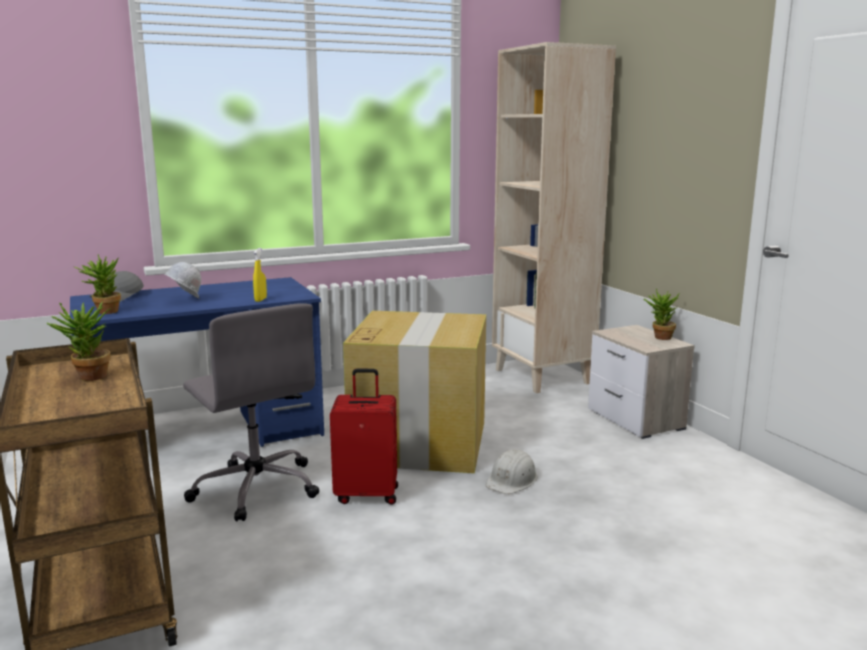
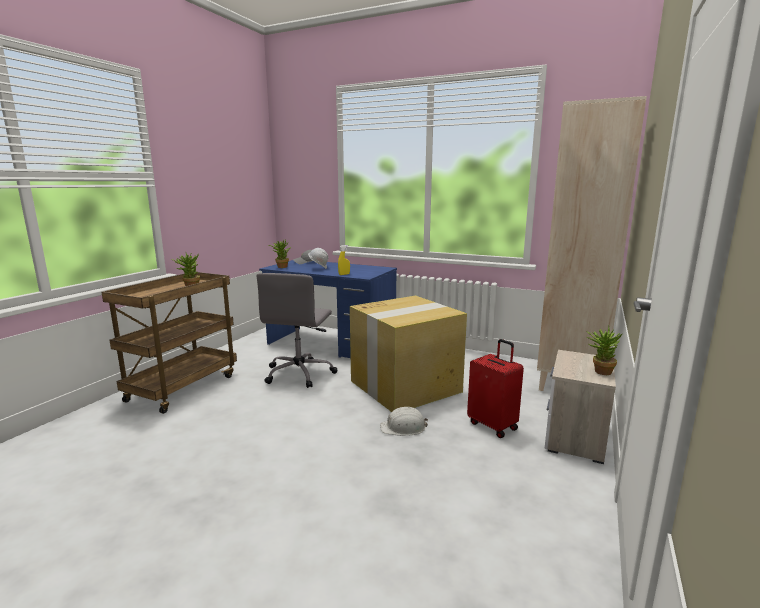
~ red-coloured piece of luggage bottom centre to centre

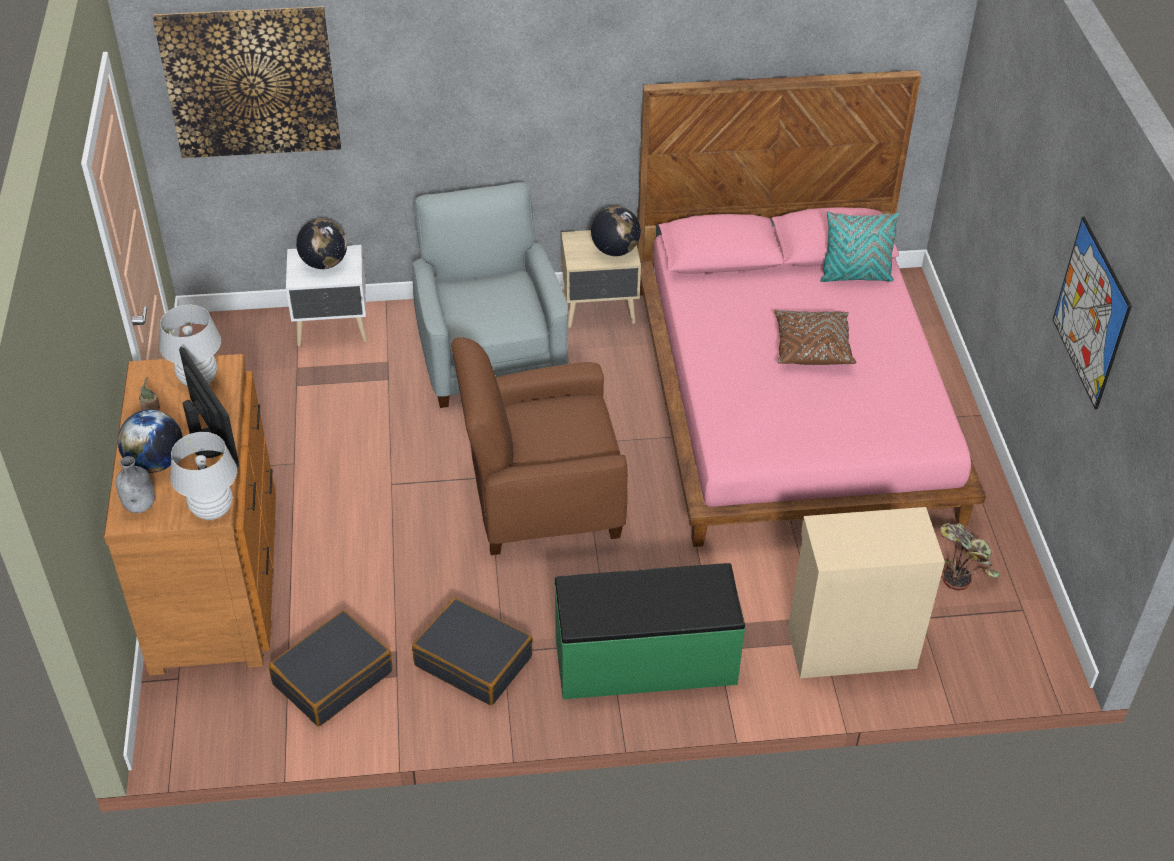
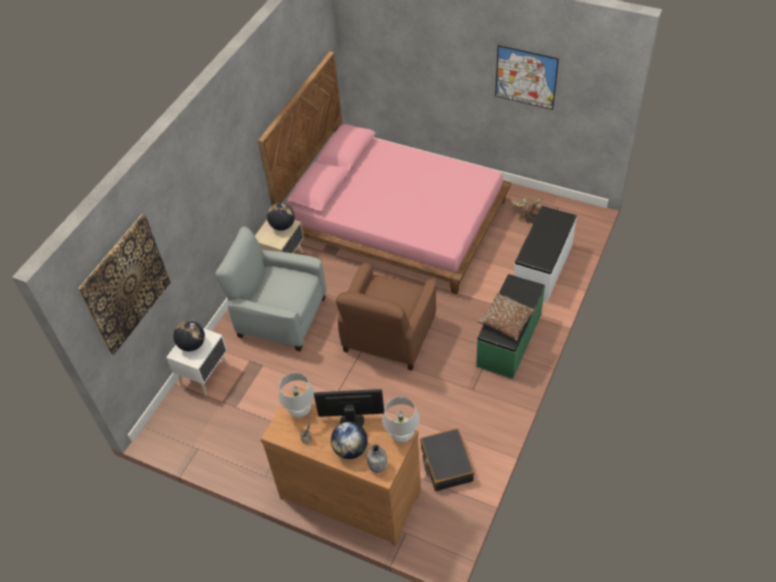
~ brownish cushion middle right to centre
~ sand-coloured cabinet bottom right to white indoor bench middle right
- black piece of luggage (no. 2 from left) bottom centre
- turquoise-coloured cushion top right

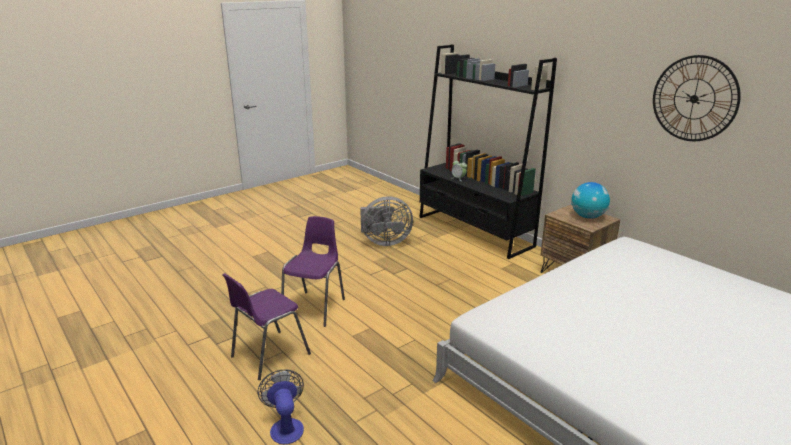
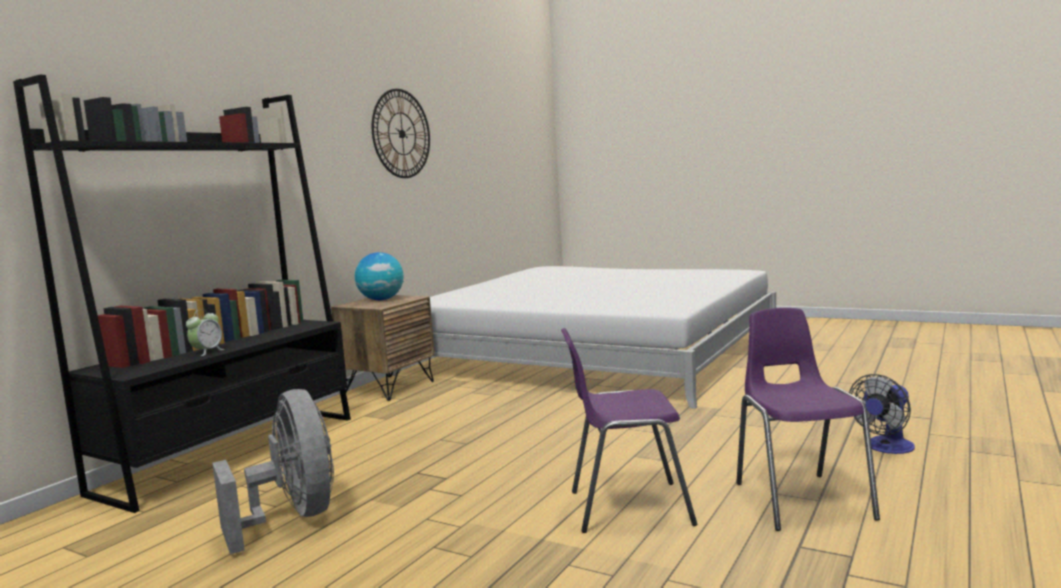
~ purple plain chair (no. 1 from left in the first image) bottom centre = bottom right 120 degrees counterclockwise

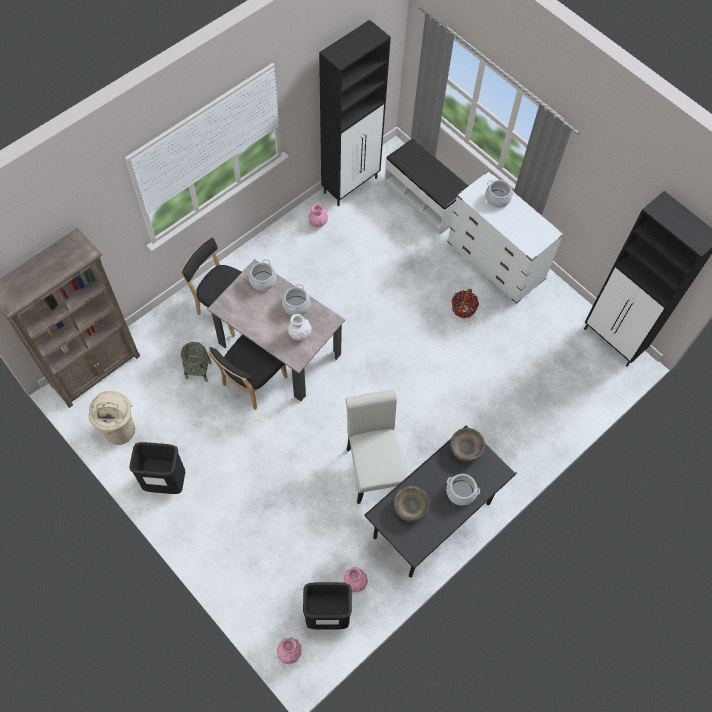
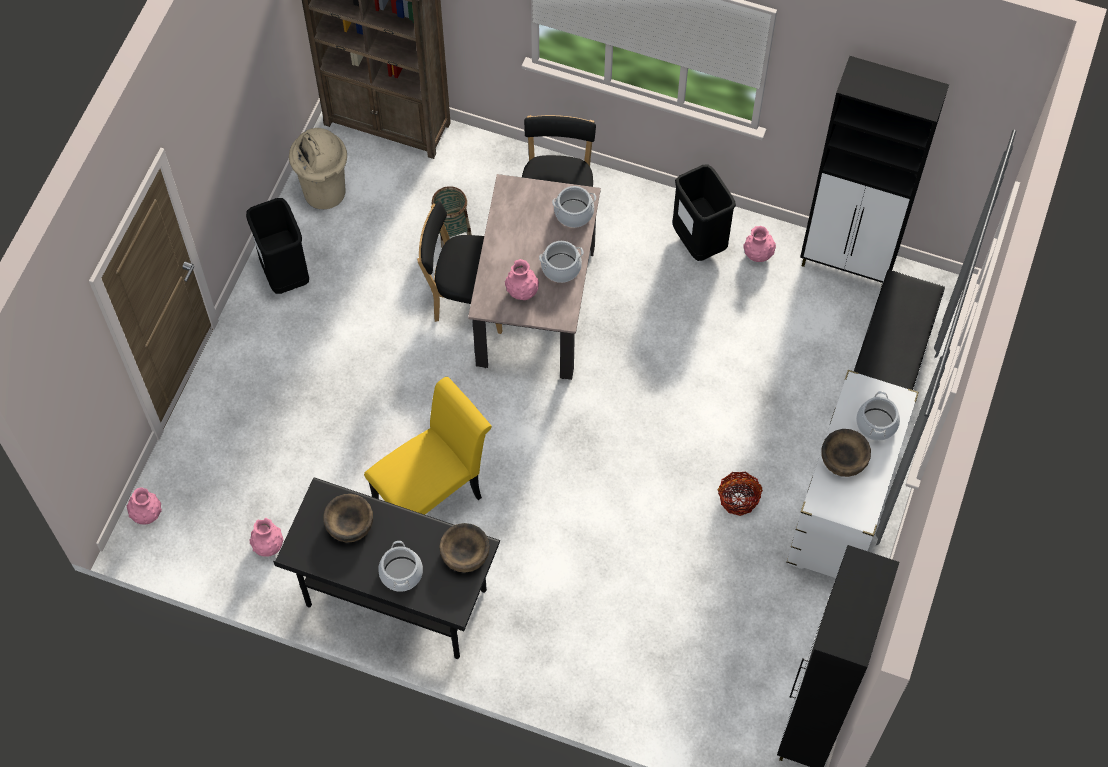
~ white plain chair centre to yellow-coloured plain chair centre
~ white vase centre to pink vase (no. 3 from left) centre
~ black rubbish bin (no. 2 from left) bottom centre to top centre
+ brownish deep dish (no. 3 from left) middle right

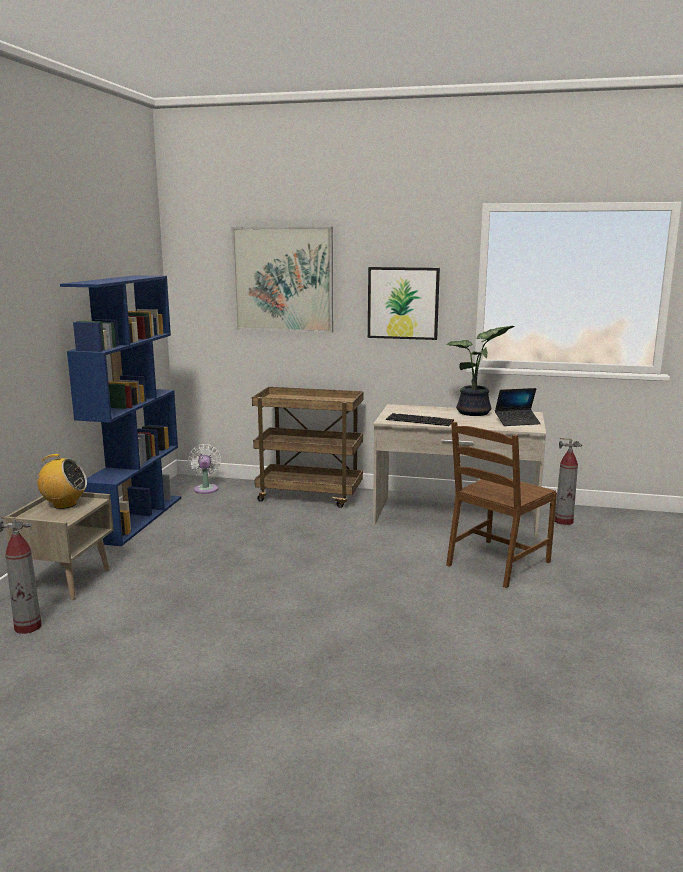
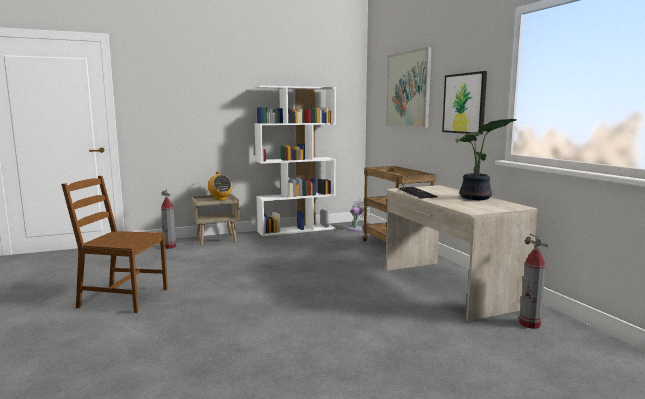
~ brownish plain chair middle right to middle left
~ bluish bookcase middle left to white bookcase centre
- notebook computer middle right

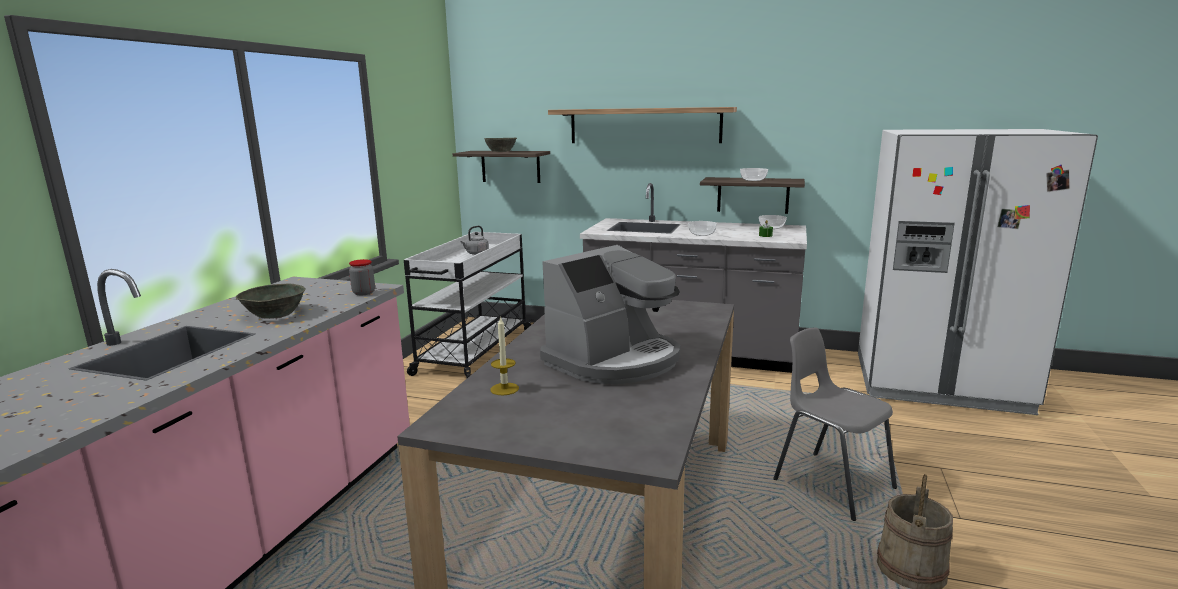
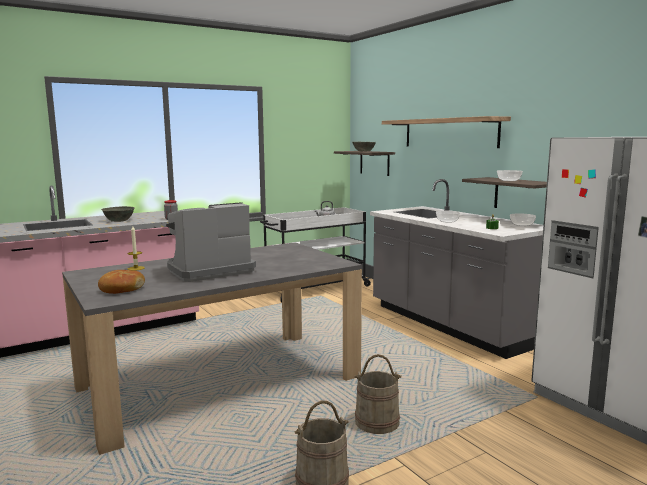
+ baked bread middle left
~ coffee machine centre = middle left 150 degrees clockwise
~ greyish plain chair bottom right to sand-coloured pail (no. 2 from left) bottom centre

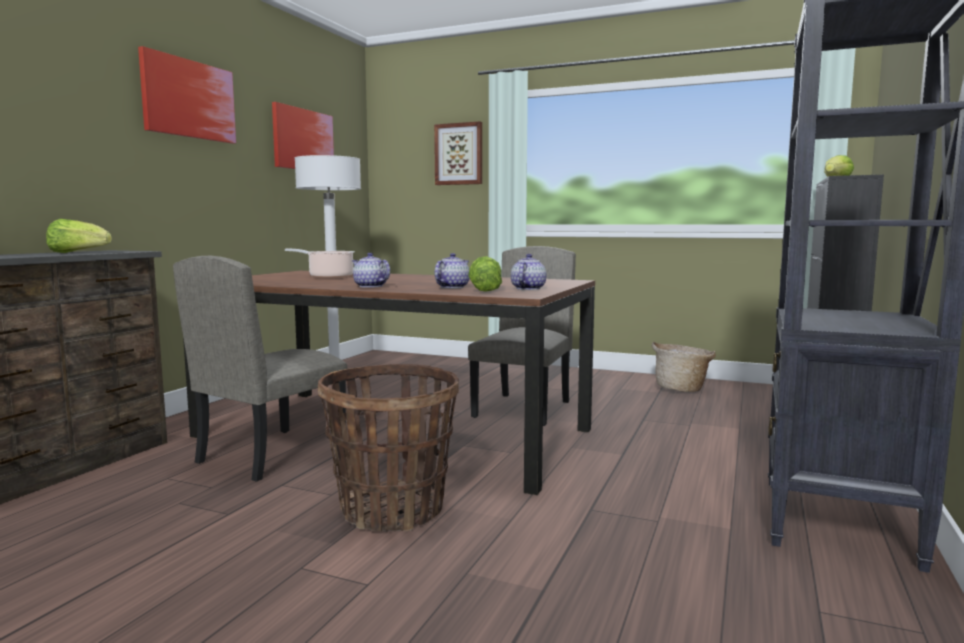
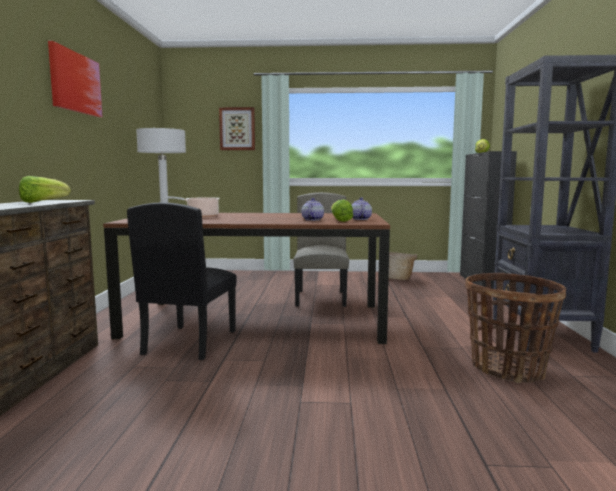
~ sand-coloured plain chair (no. 1 from left) middle left to black plain chair middle left
~ household basket (no. 1 from left in the first image) bottom centre to household basket (no. 2 from left) bottom right
- wall picture (no. 2 from left) top left
- teapot (no. 1 from left) centre

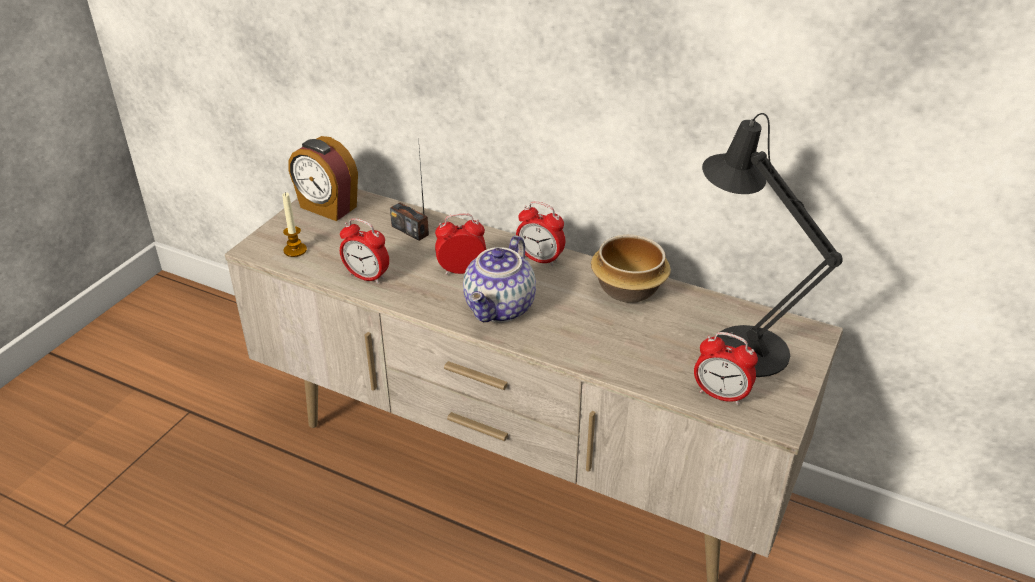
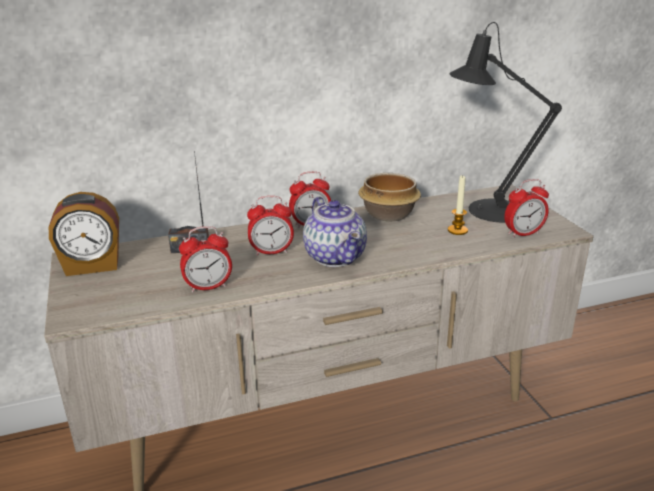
~ bedside clock (no. 3 from left) centre = centre 135 degrees counterclockwise
~ candle middle left to middle right

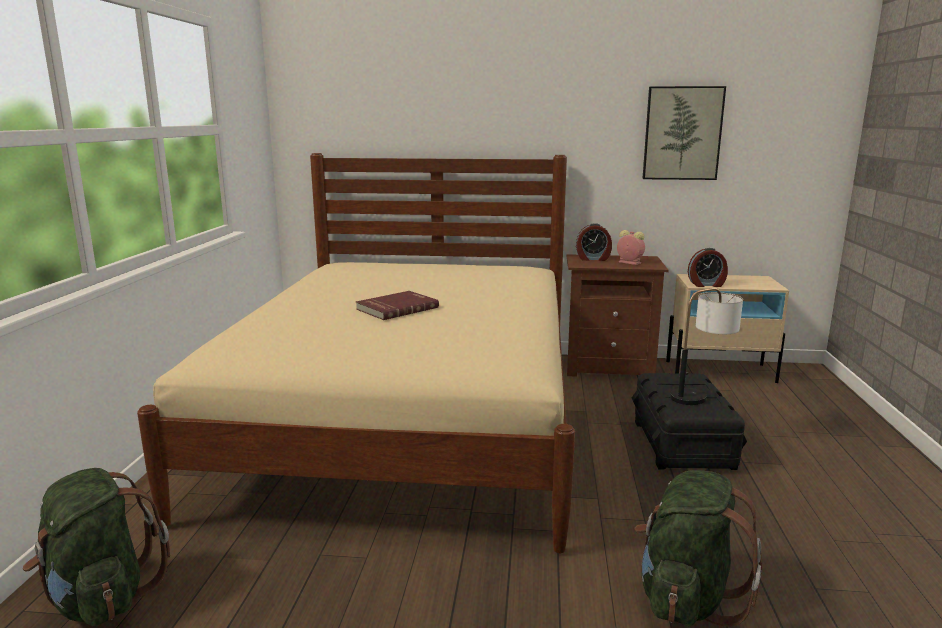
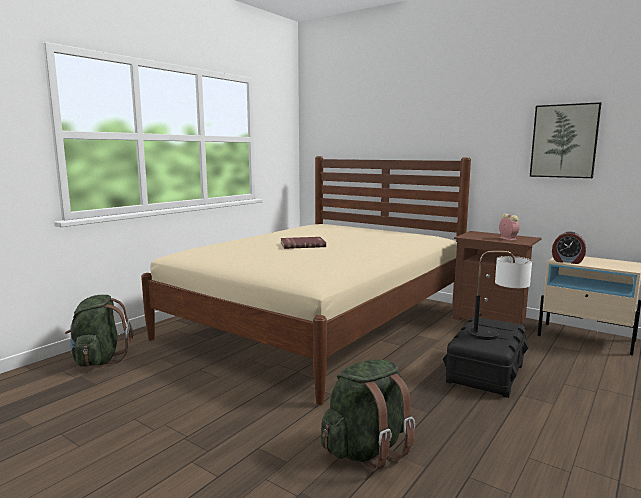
- bedside clock (no. 1 from left) centre

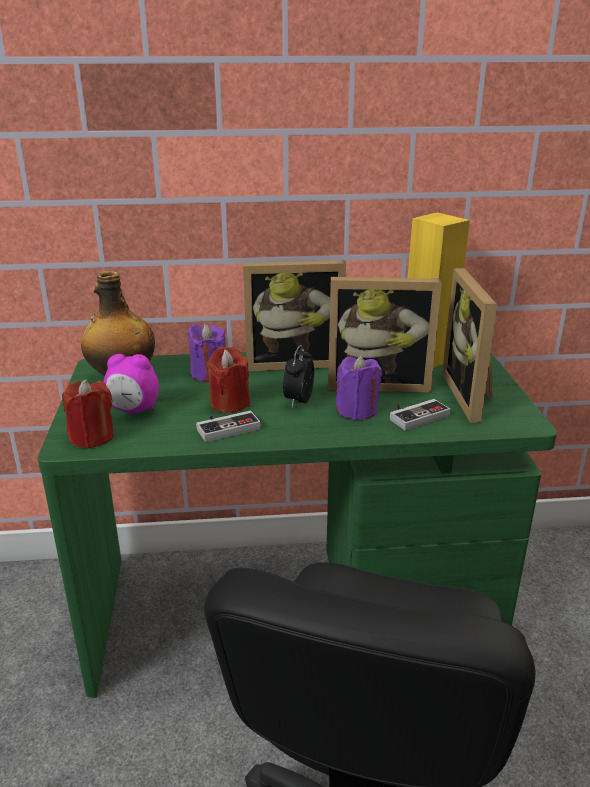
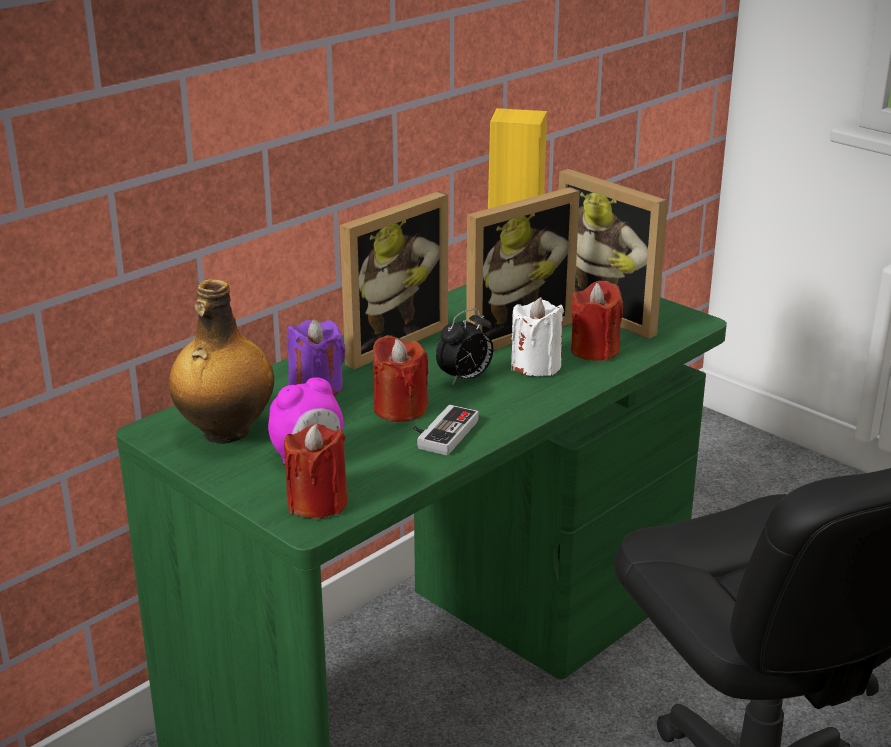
~ bedside clock (no. 2 from left) centre = centre 105 degrees counterclockwise
~ purple candle (no. 2 from left) centre to white candle centre
~ game controller (no. 2 from left) middle right to red-coloured candle (no. 3 from left) middle right

